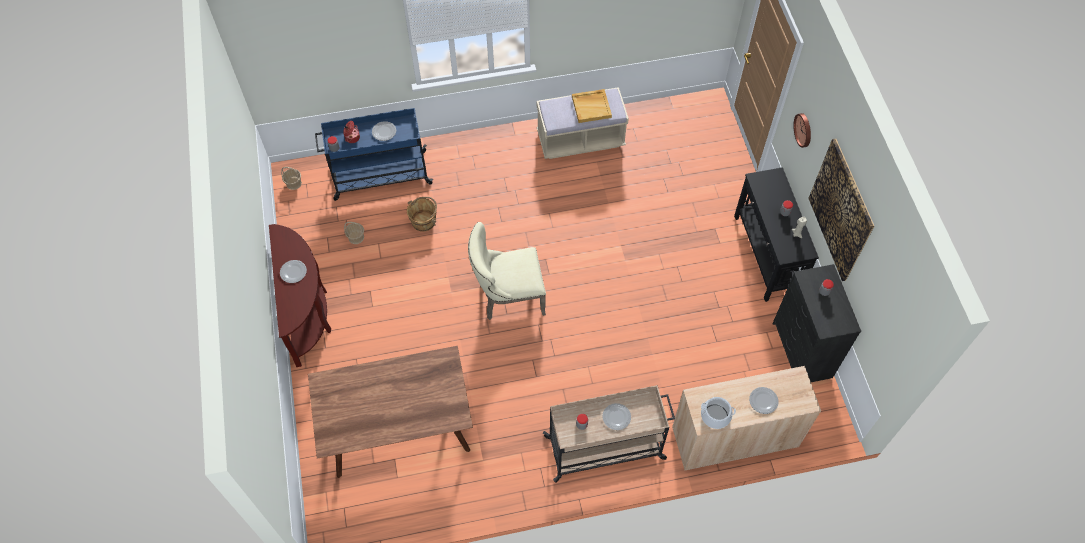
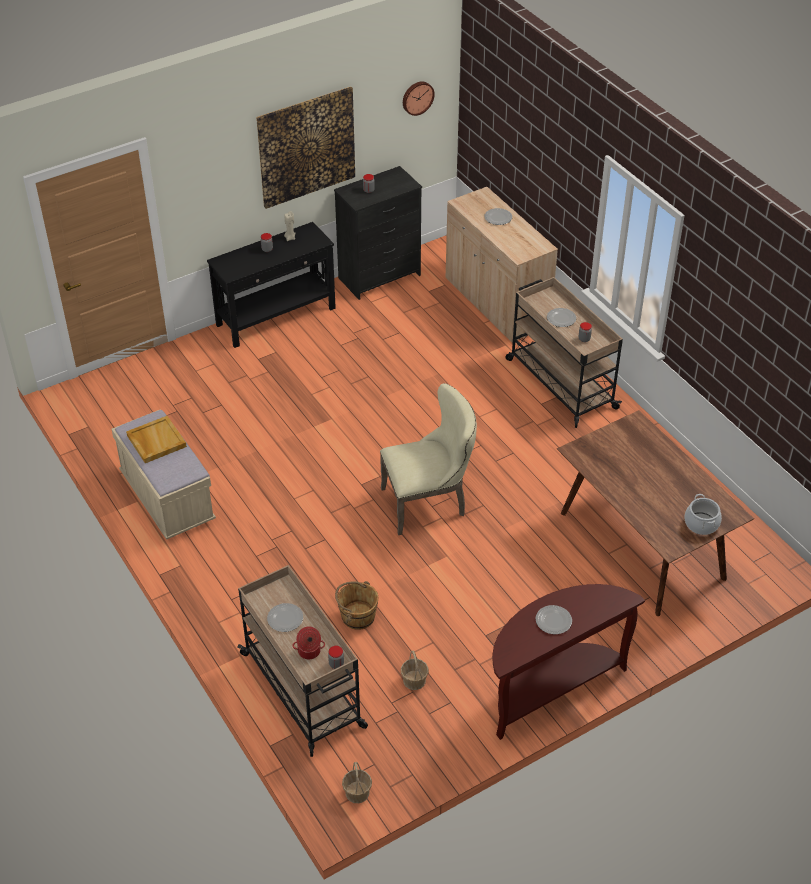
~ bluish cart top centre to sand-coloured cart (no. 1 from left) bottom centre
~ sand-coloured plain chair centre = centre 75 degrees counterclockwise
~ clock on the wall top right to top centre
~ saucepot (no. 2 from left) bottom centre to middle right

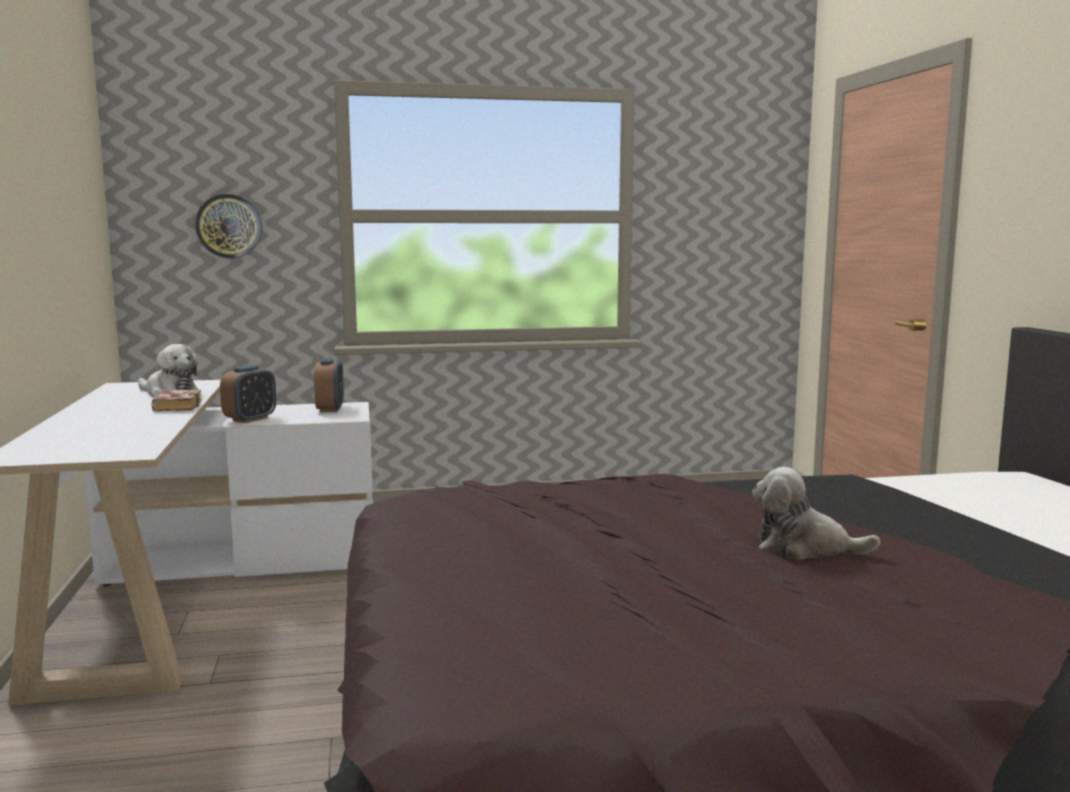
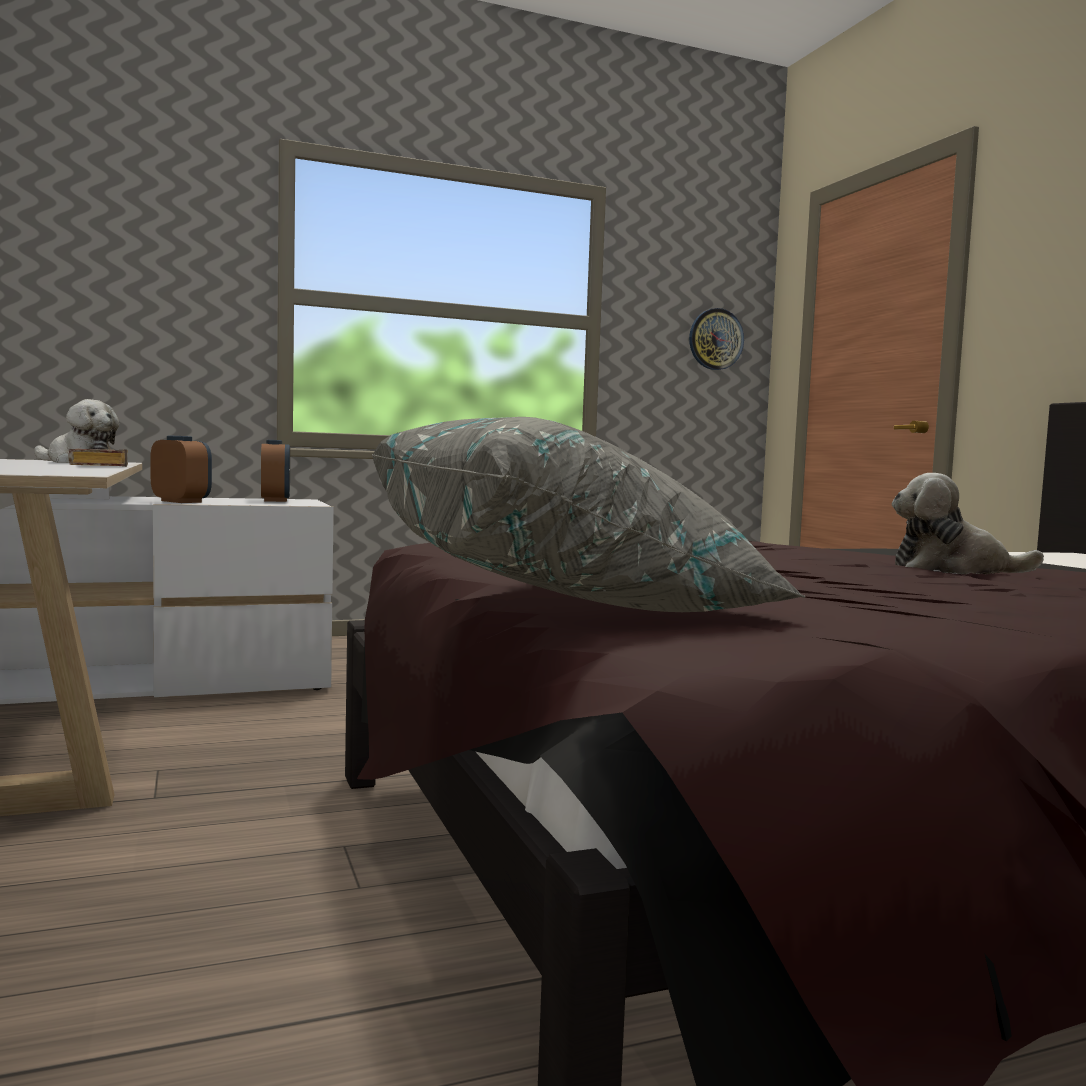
~ bedside clock (no. 1 from left) middle left = middle left 75 degrees counterclockwise
+ greyish cushion centre
~ clock on the wall top left to top centre

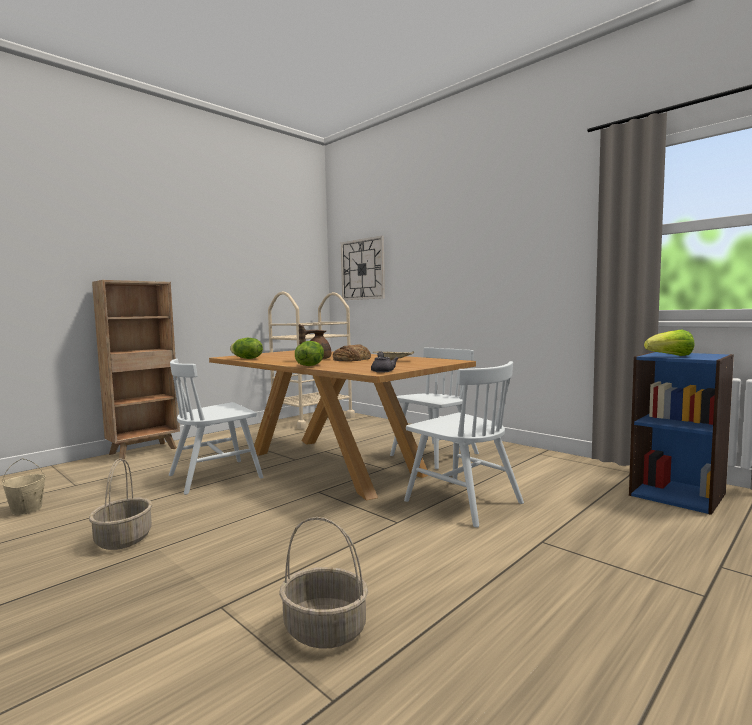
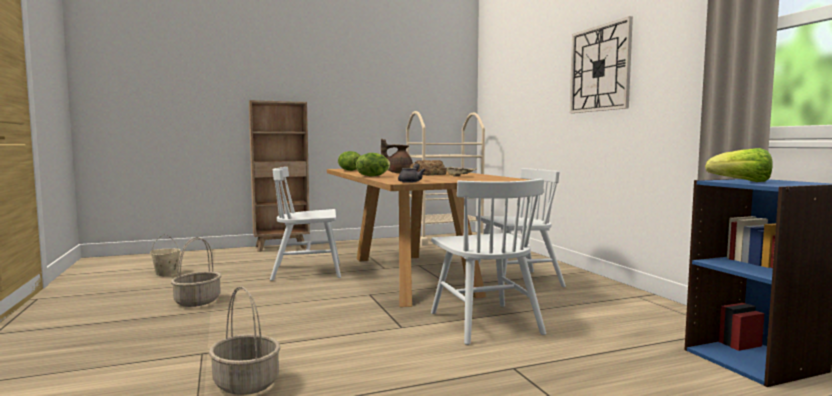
~ clock on the wall centre to top right

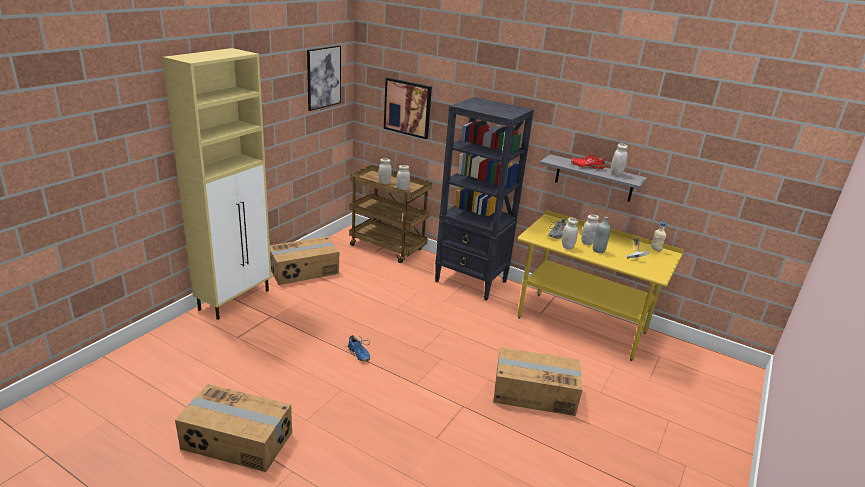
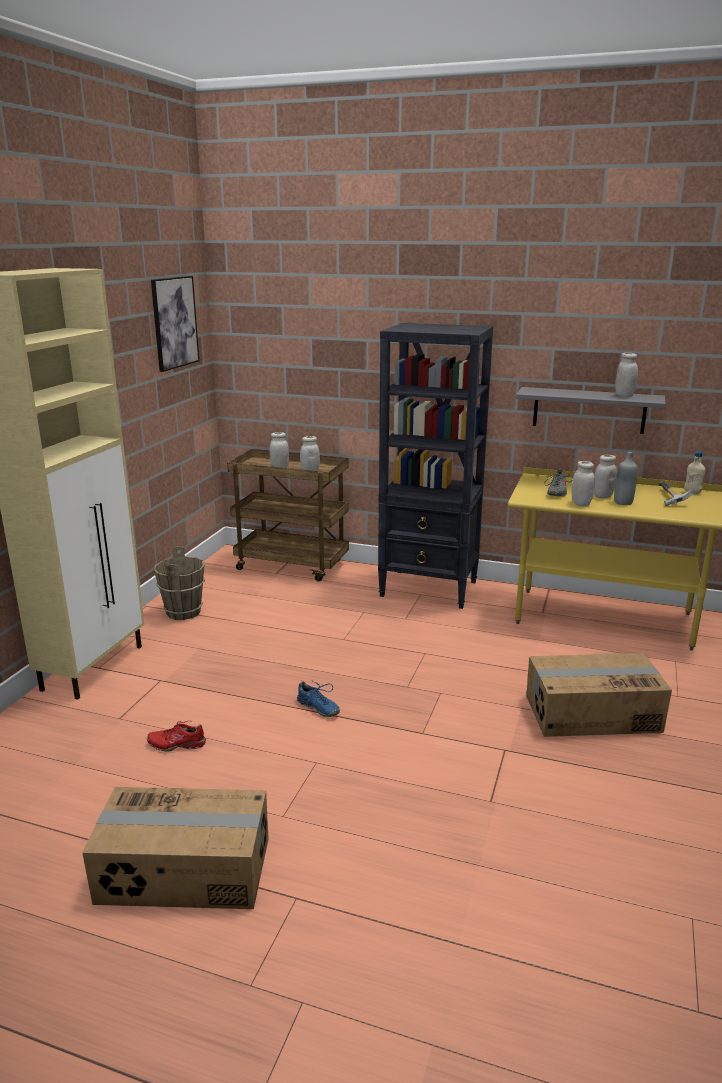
~ red-coloured item of footwear top right to bottom left
~ carton (no. 2 from left) centre to brownish pail middle left
- wall picture (no. 2 from left) top centre

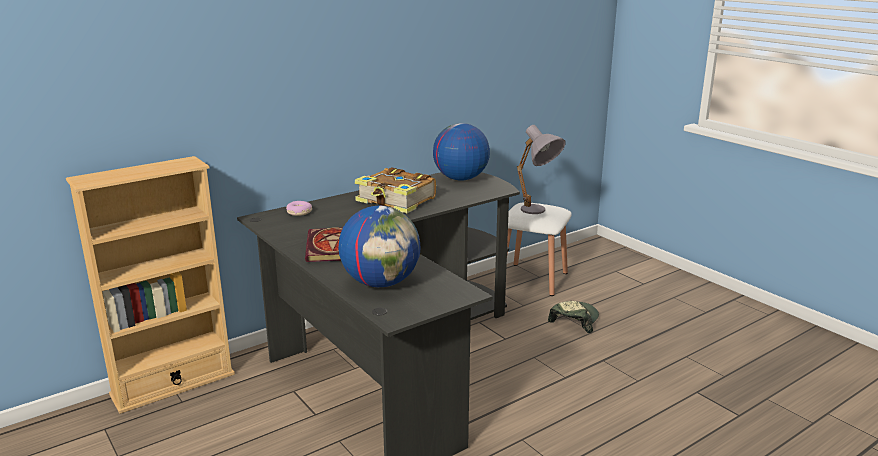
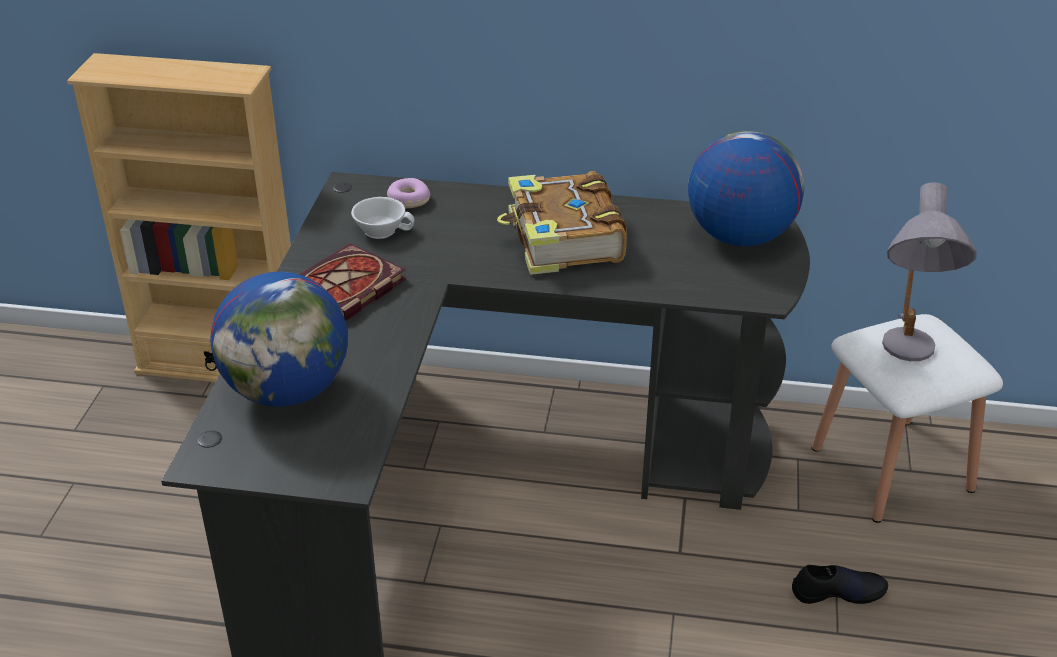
+ white cup top centre
~ peaked cap bottom centre to black item of footwear bottom right

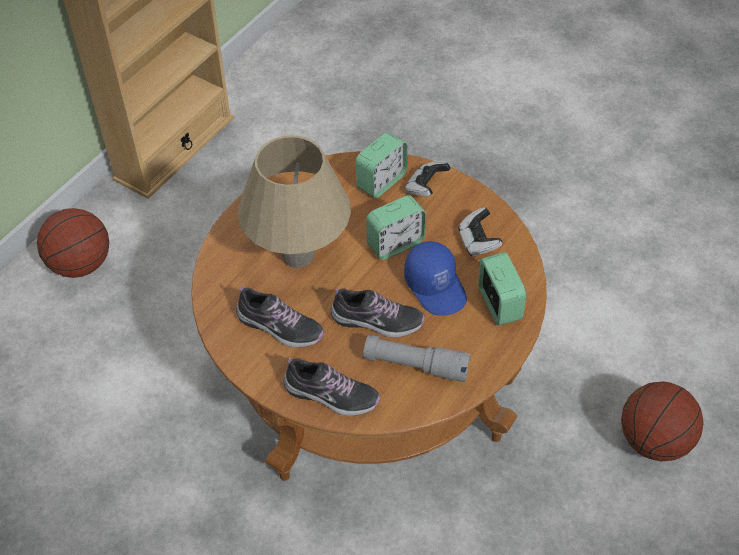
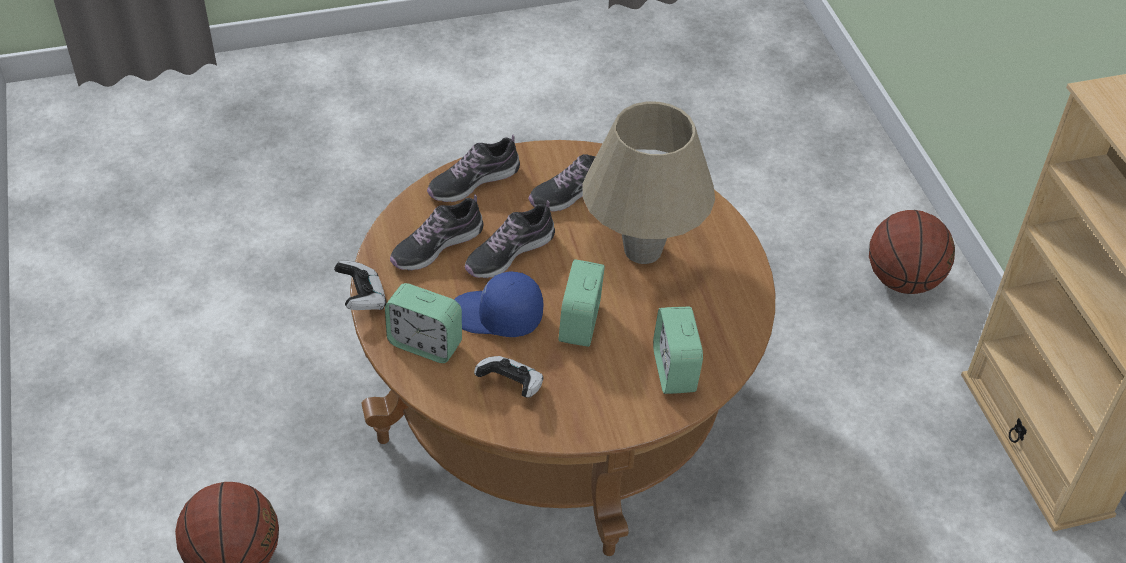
~ game controller (no. 1 from left) top centre to middle left
~ greyish hand torch centre to item of footwear (no. 1 from left) centre

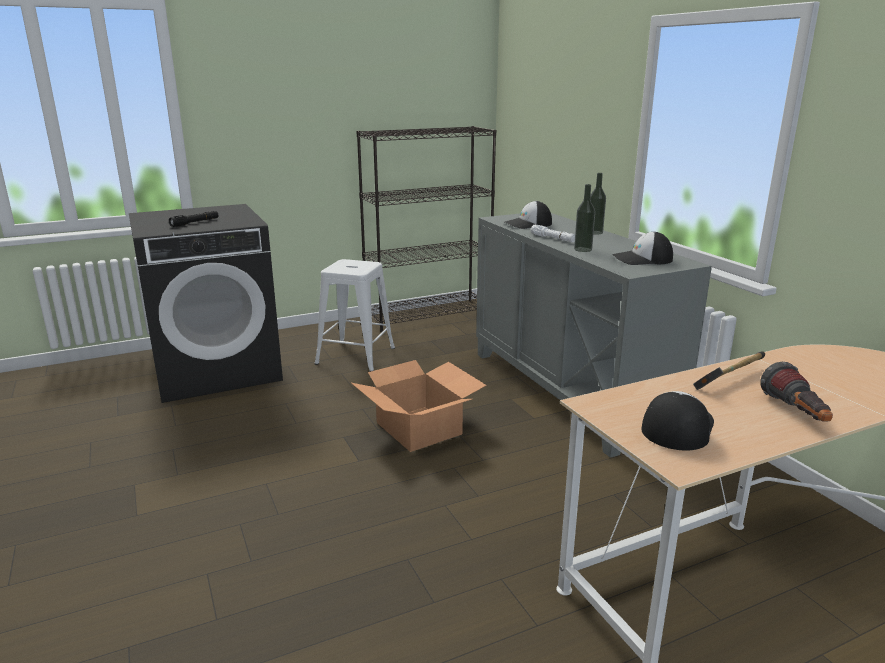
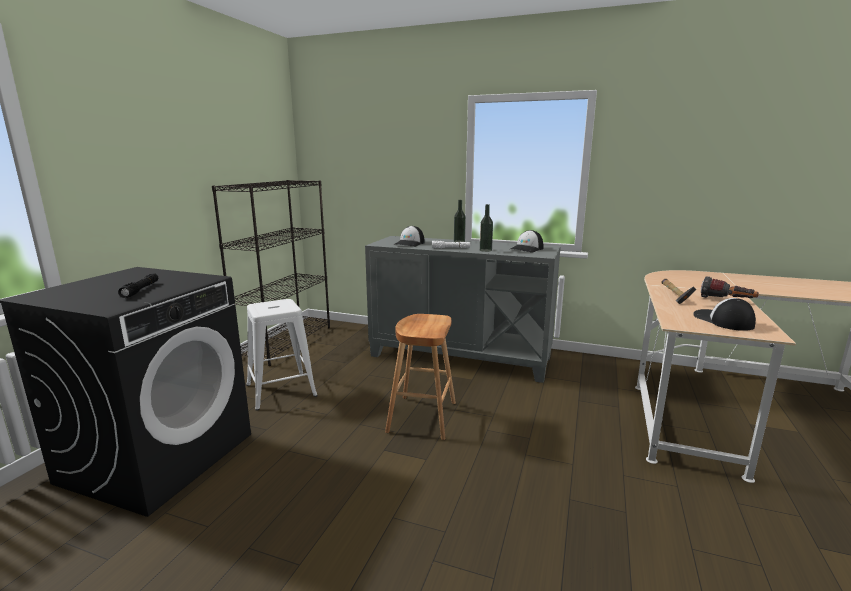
~ carton centre to brownish sitting stool centre

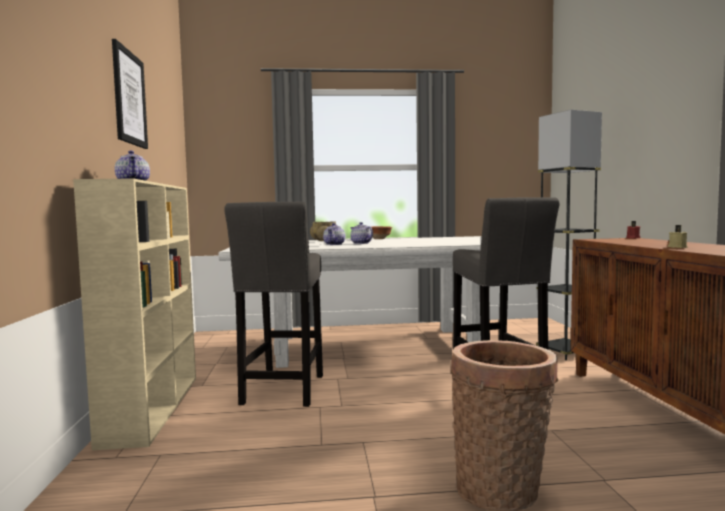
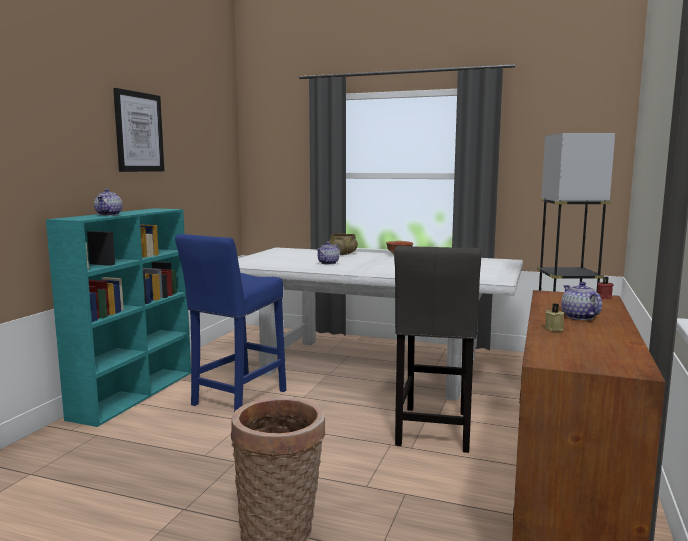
~ sand-coloured bookcase middle left to turquoise-coloured bookcase middle left
~ greyish sitting stool (no. 1 from left) centre to bluish sitting stool centre
~ teapot (no. 3 from left) centre to middle right

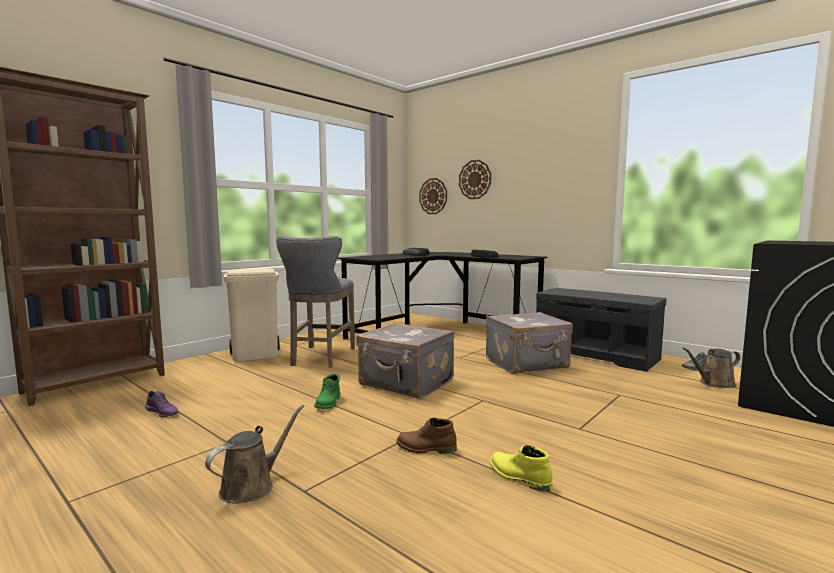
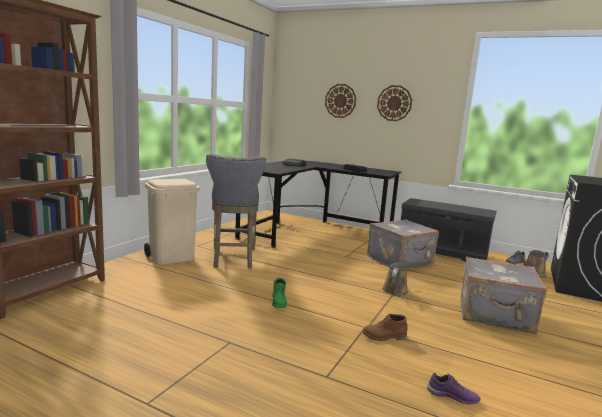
~ clock on the wall (no. 1 from left in the first image) centre to clock on the wall (no. 2 from left) top centre
~ brownish watering can (no. 1 from left) bottom left to centre
~ purple item of footwear bottom left to bottom right
~ greyish piece of luggage (no. 1 from left in the first image) centre to greyish piece of luggage (no. 2 from left) bottom right
- yellow-coloured boot bottom centre

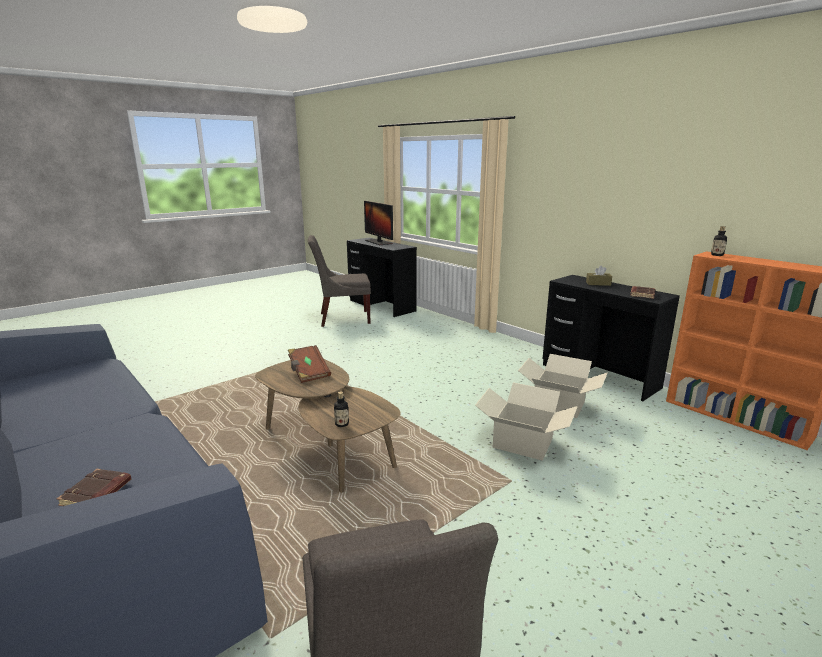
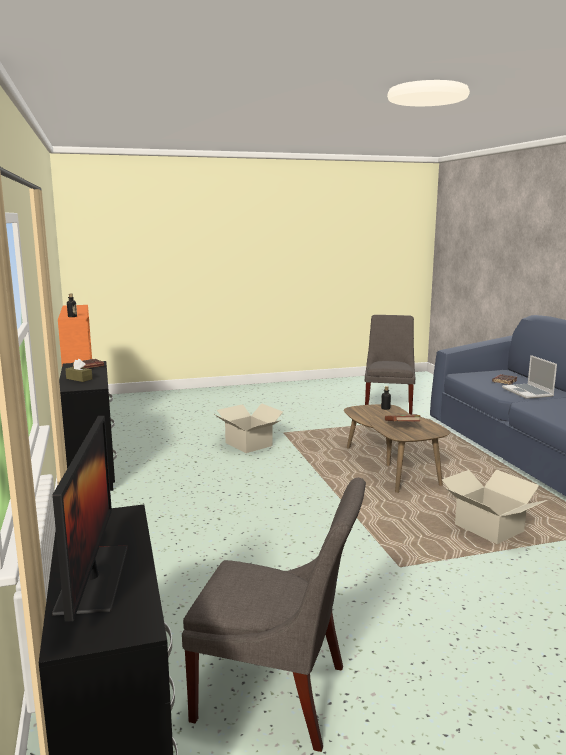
~ carton (no. 2 from left) middle right to bottom right
+ notebook computer middle right

